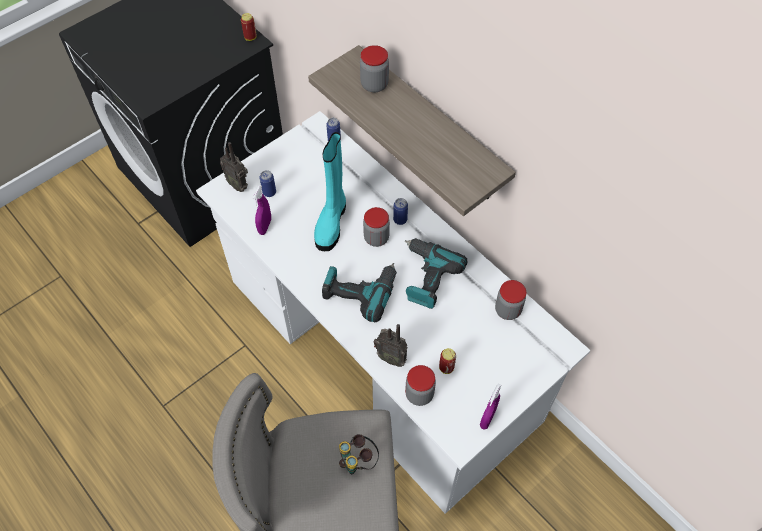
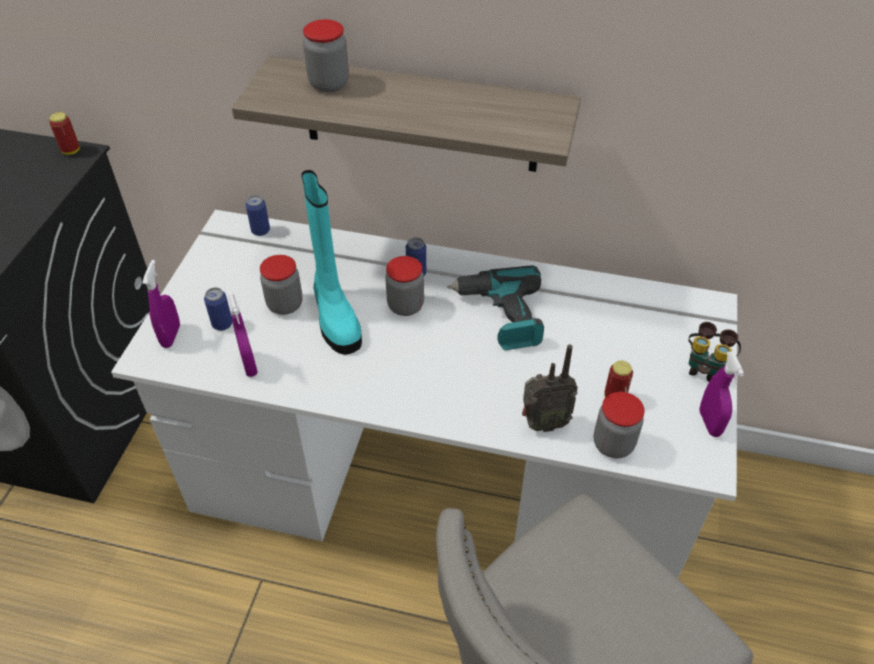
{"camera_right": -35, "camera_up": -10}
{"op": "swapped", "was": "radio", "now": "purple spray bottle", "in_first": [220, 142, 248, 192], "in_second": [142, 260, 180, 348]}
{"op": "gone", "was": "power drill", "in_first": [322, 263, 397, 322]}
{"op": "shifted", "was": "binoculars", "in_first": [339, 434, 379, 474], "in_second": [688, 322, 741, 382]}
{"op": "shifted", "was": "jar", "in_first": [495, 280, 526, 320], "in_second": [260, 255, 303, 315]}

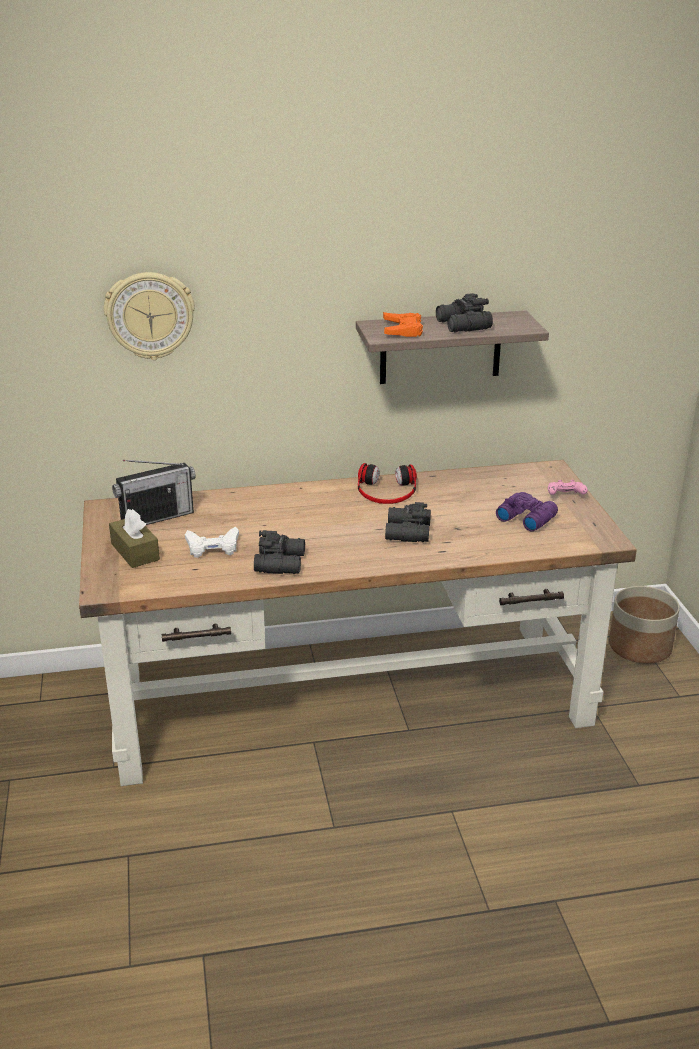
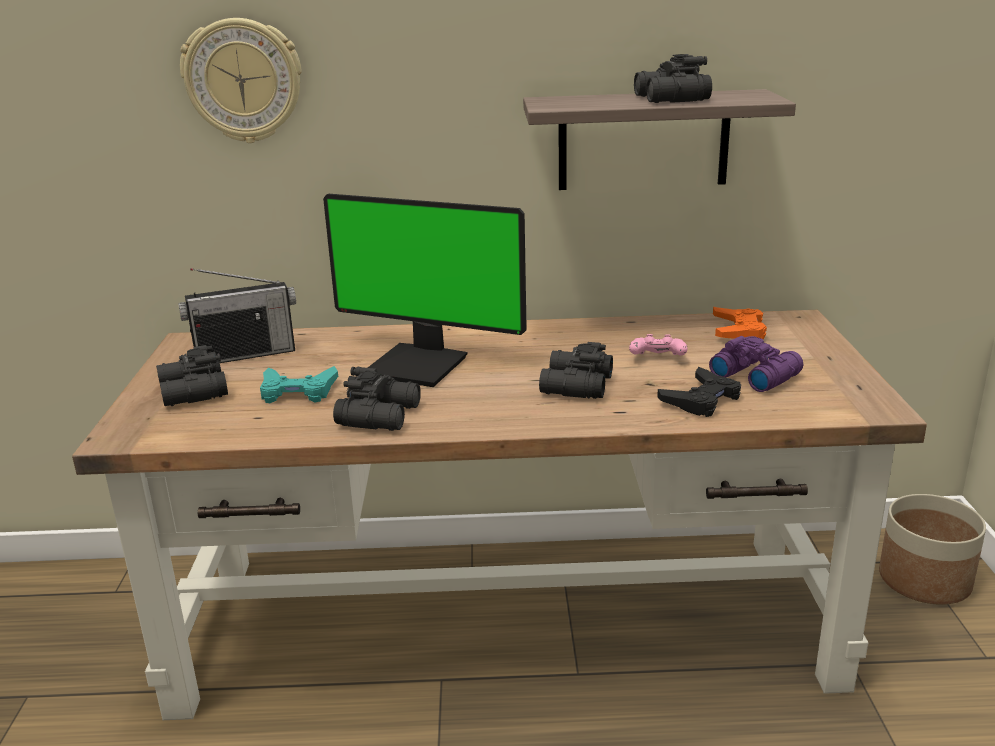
{"camera_right": 10, "camera_up": -5}
{"op": "swapped", "was": "brown tissue box", "now": "black binoculars", "in_first": [109, 509, 160, 568], "in_second": [156, 345, 228, 406]}
{"op": "repainted", "was": "white game controller", "now": "turquoise game controller", "in_first": [185, 527, 239, 558], "in_second": [260, 366, 338, 403]}
{"op": "gone", "was": "headphones", "in_first": [358, 463, 417, 504]}
{"op": "shifted", "was": "orange game controller", "in_first": [383, 312, 423, 337], "in_second": [713, 307, 767, 339]}
{"op": "shifted", "was": "pink game controller", "in_first": [548, 480, 588, 495], "in_second": [629, 334, 687, 356]}
{"op": "new", "now": "monitor", "in_second": [323, 194, 527, 387]}
{"op": "new", "now": "black game controller", "in_second": [657, 367, 741, 417]}

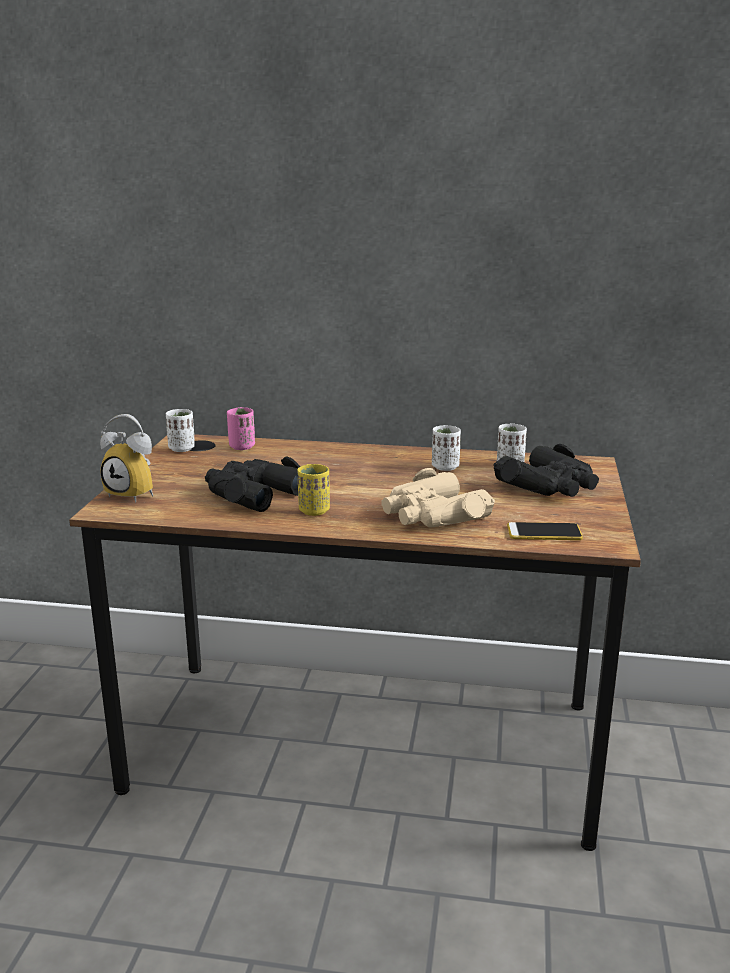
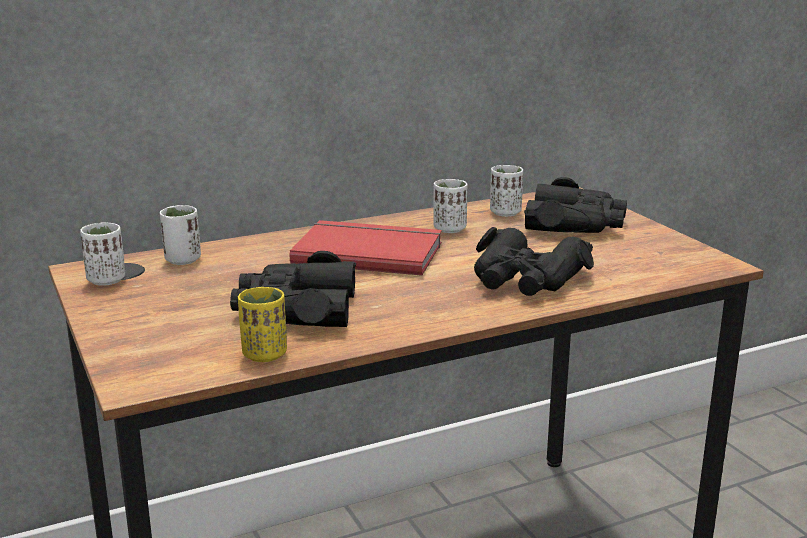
{"camera_right": -35, "camera_up": 0}
{"op": "gone", "was": "alarm clock", "in_first": [100, 414, 153, 503]}
{"op": "repainted", "was": "pink cup", "now": "white cup", "in_first": [227, 407, 255, 450], "in_second": [160, 205, 201, 265]}
{"op": "shifted", "was": "yellow cup", "in_first": [298, 464, 330, 516], "in_second": [238, 287, 287, 362]}
{"op": "repainted", "was": "beige binoculars", "now": "black binoculars", "in_first": [382, 468, 495, 528], "in_second": [474, 227, 594, 296]}
{"op": "gone", "was": "phone", "in_first": [507, 522, 583, 540]}
{"op": "new", "now": "red book", "in_second": [290, 220, 442, 276]}

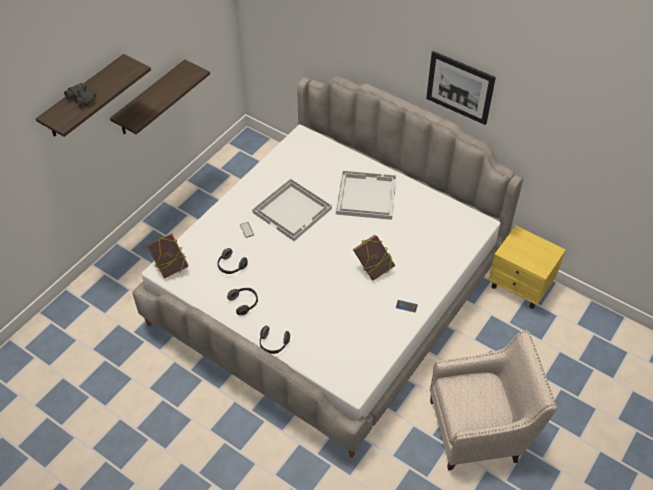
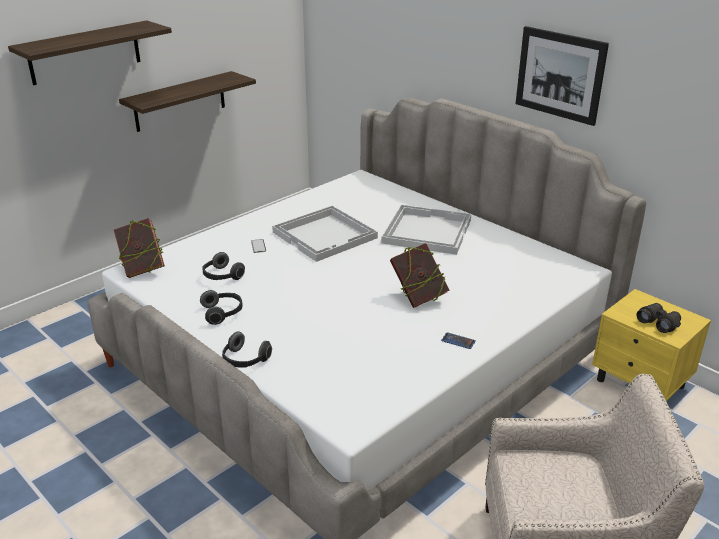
{"camera_right": 10, "camera_up": -20}
{"op": "shifted", "was": "black binoculars", "in_first": [64, 83, 96, 108], "in_second": [637, 303, 681, 333]}

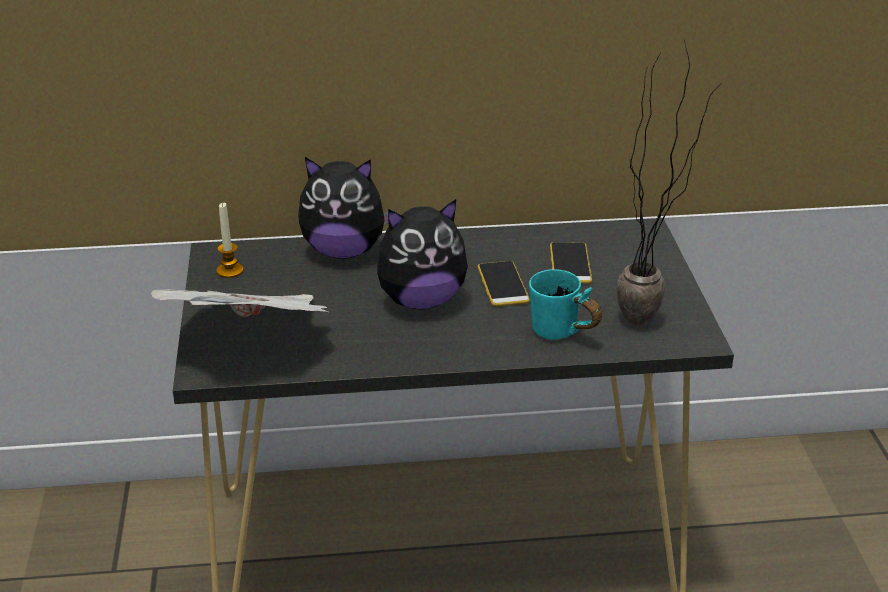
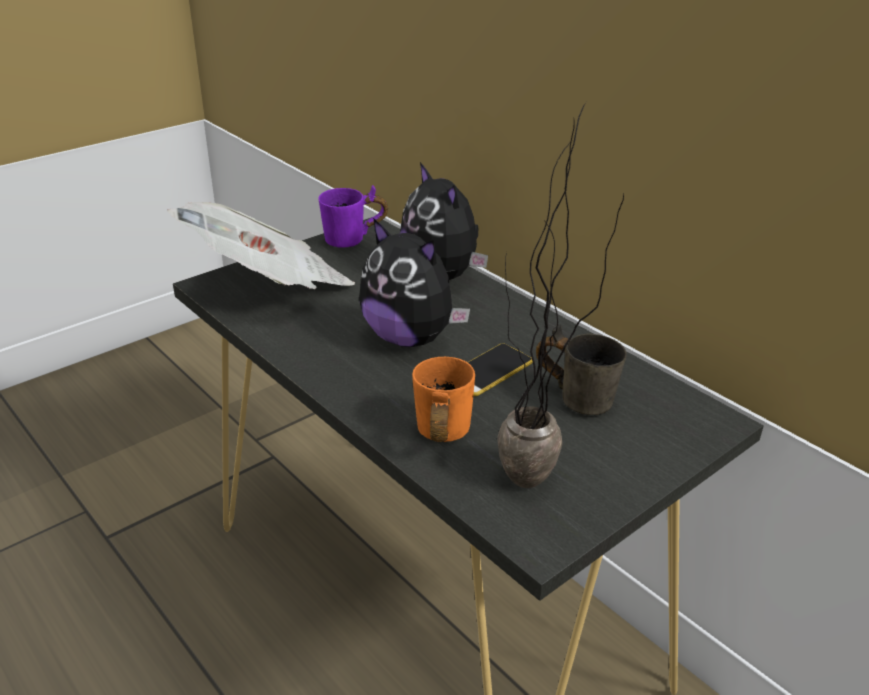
{"camera_right": 55, "camera_up": 0}
{"op": "swapped", "was": "candle", "now": "purple mug", "in_first": [217, 202, 243, 278], "in_second": [318, 185, 388, 248]}
{"op": "repainted", "was": "turquoise mug", "now": "orange mug", "in_first": [529, 269, 602, 340], "in_second": [412, 357, 475, 442]}
{"op": "swapped", "was": "phone", "now": "grey mug", "in_first": [550, 242, 592, 284], "in_second": [536, 325, 627, 415]}

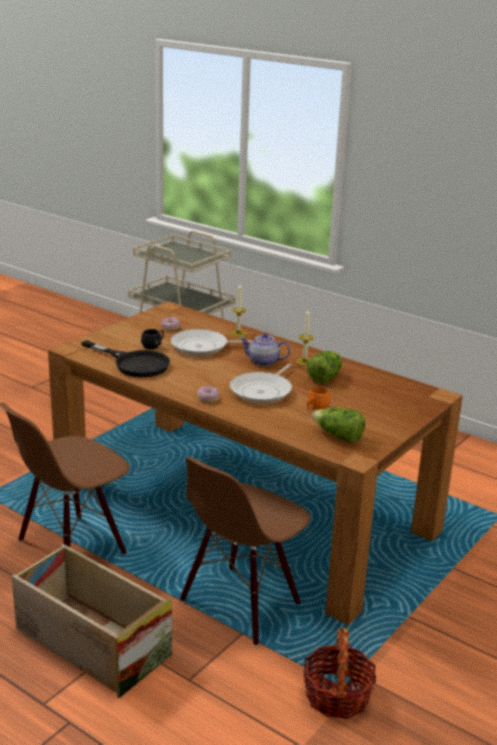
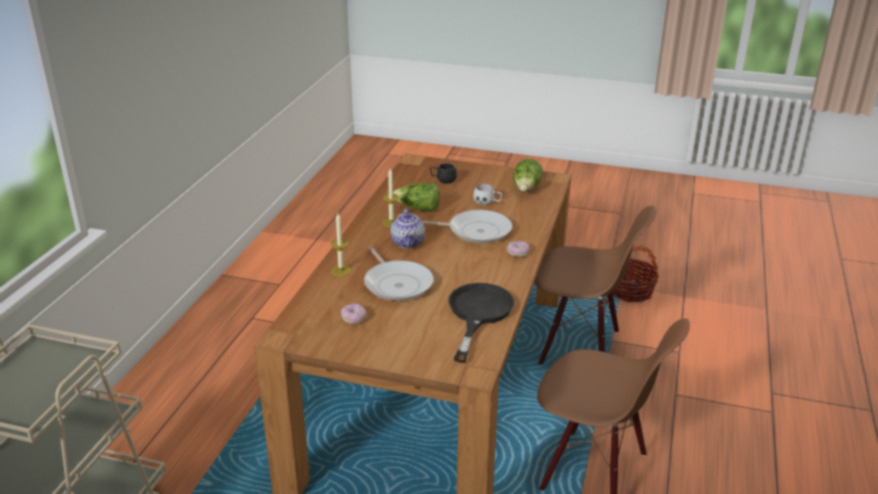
{"camera_right": -110, "camera_up": 5}
{"op": "gone", "was": "crate", "in_first": [11, 544, 172, 698]}
{"op": "shifted", "was": "black mug", "in_first": [141, 329, 164, 349], "in_second": [430, 163, 457, 184]}
{"op": "repainted", "was": "orange mug", "now": "white mug", "in_first": [307, 386, 330, 410], "in_second": [473, 184, 502, 205]}

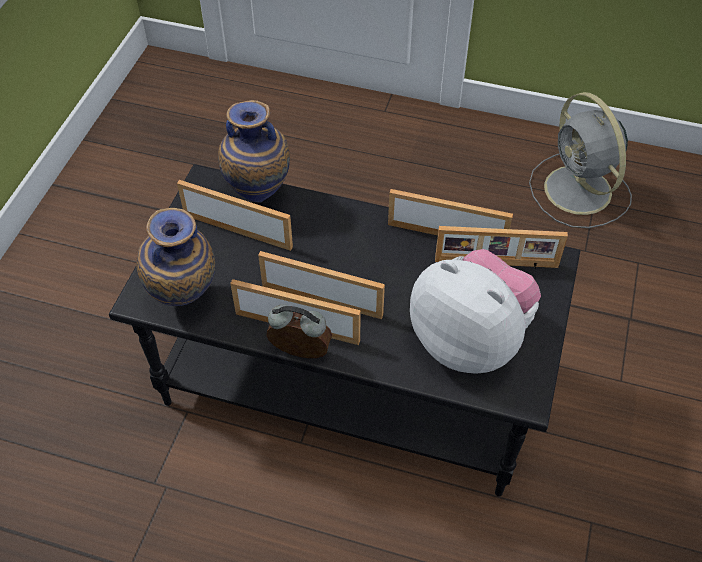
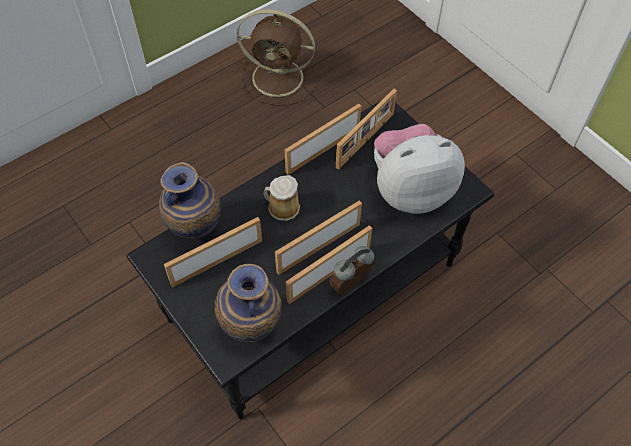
{"camera_right": -55, "camera_up": 5}
{"op": "repainted", "was": "grey fan", "now": "brown fan", "in_first": [529, 92, 632, 228], "in_second": [237, 9, 317, 106]}
{"op": "new", "now": "mug", "in_second": [263, 175, 300, 221]}

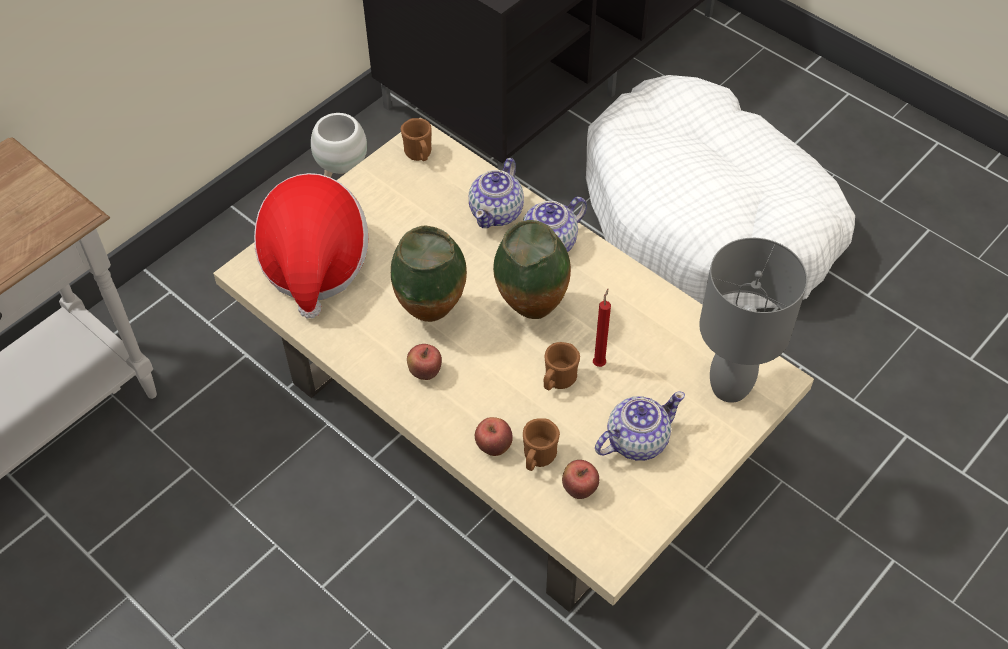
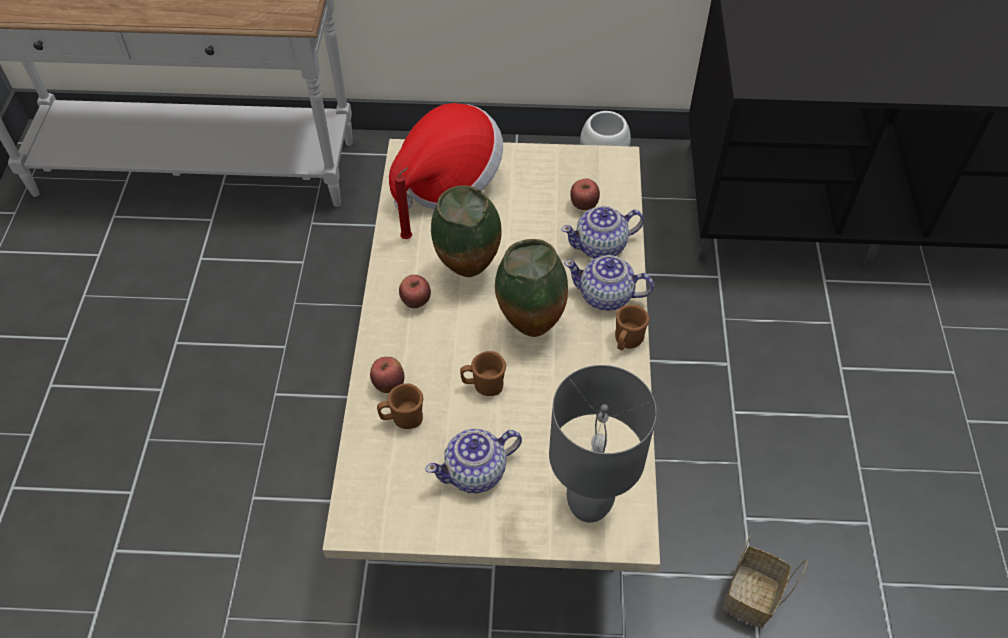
{"camera_right": 50, "camera_up": 0}
{"op": "shifted", "was": "brown mug", "in_first": [401, 118, 432, 161], "in_second": [615, 305, 650, 350]}
{"op": "shifted", "was": "apple", "in_first": [562, 460, 599, 499], "in_second": [570, 178, 600, 210]}
{"op": "gone", "was": "white dog bed", "in_first": [586, 75, 855, 309]}
{"op": "shifted", "was": "red candle", "in_first": [593, 289, 611, 367], "in_second": [395, 167, 412, 239]}
{"op": "rotated", "was": "teapot", "in_first": [595, 391, 685, 461], "in_second": [425, 429, 522, 493], "clockwise": 135}
{"op": "new", "now": "basket", "in_second": [723, 534, 807, 628]}

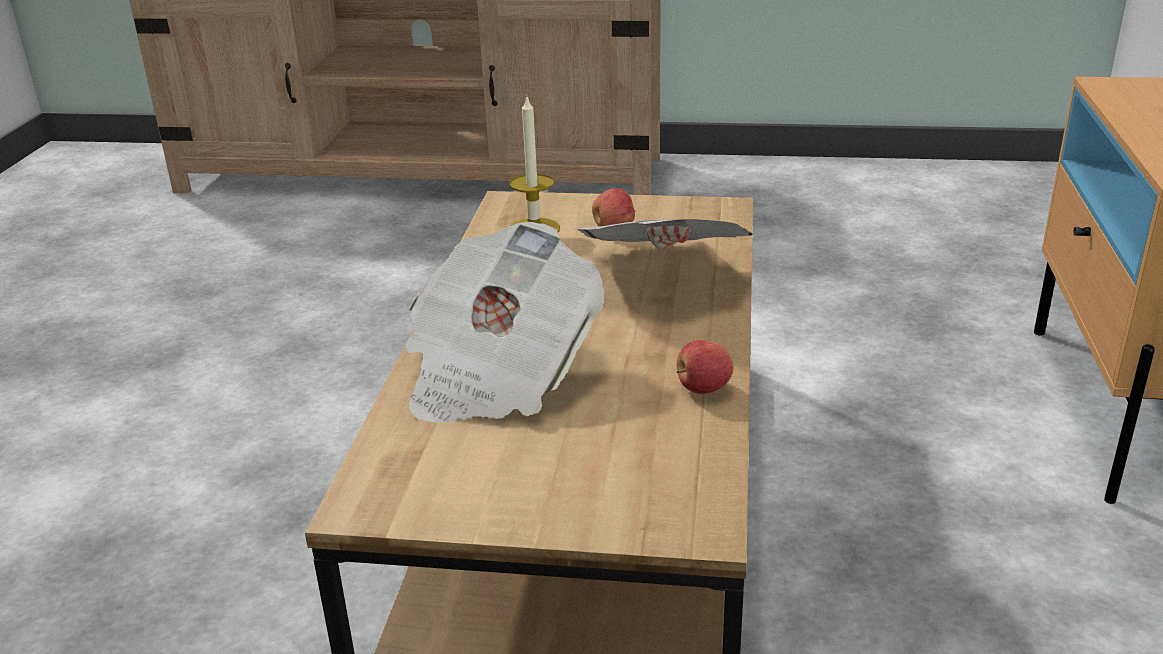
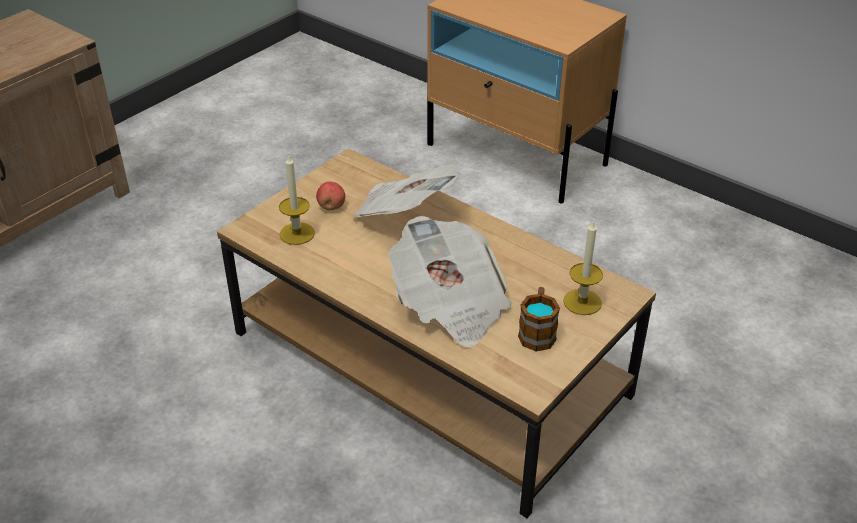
{"camera_right": -60, "camera_up": 10}
{"op": "gone", "was": "apple", "in_first": [677, 340, 734, 394]}
{"op": "new", "now": "mug", "in_second": [518, 287, 560, 351]}
{"op": "new", "now": "candle", "in_second": [563, 220, 603, 315]}

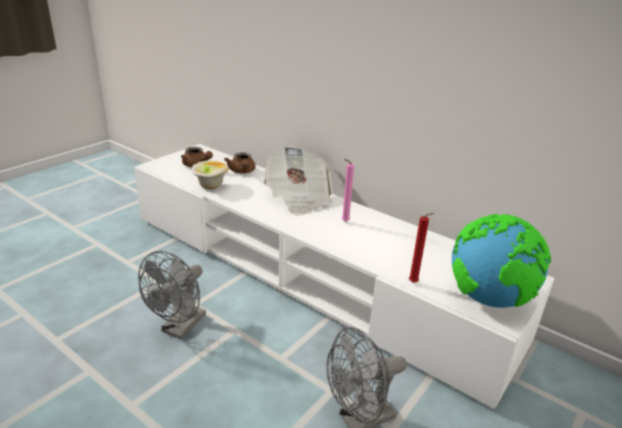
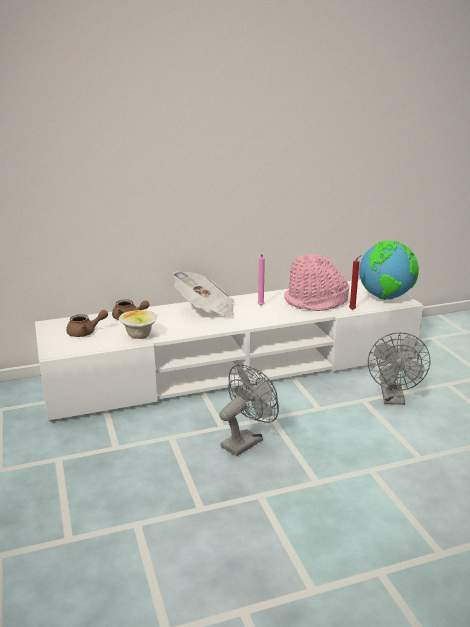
{"camera_right": -55, "camera_up": -5}
{"op": "rotated", "was": "grey fan", "in_first": [138, 251, 206, 339], "in_second": [219, 364, 279, 456], "clockwise": -105}
{"op": "new", "now": "pink hat", "in_second": [284, 254, 349, 311]}

